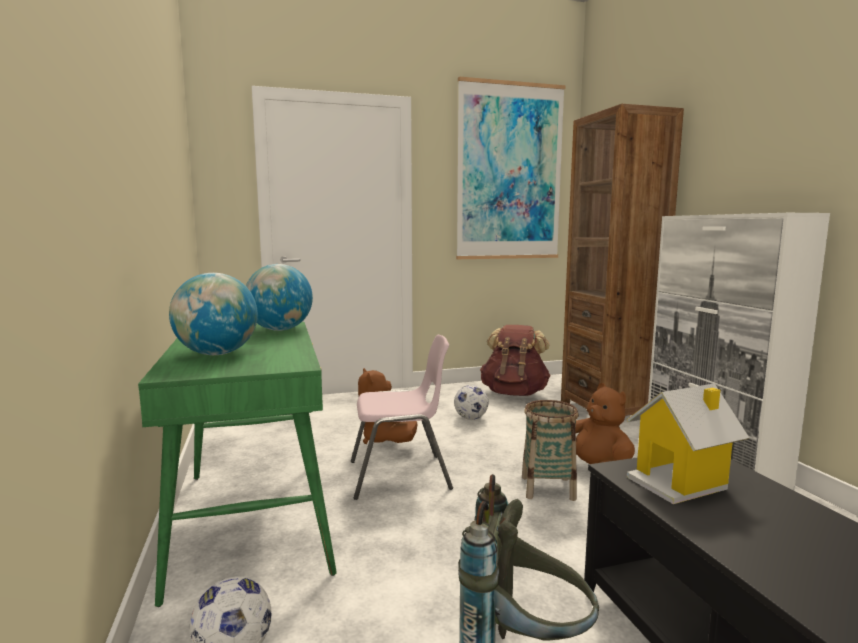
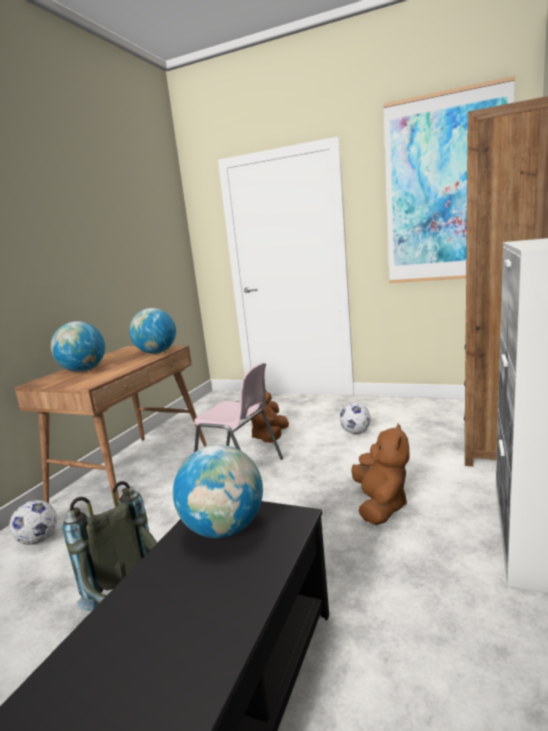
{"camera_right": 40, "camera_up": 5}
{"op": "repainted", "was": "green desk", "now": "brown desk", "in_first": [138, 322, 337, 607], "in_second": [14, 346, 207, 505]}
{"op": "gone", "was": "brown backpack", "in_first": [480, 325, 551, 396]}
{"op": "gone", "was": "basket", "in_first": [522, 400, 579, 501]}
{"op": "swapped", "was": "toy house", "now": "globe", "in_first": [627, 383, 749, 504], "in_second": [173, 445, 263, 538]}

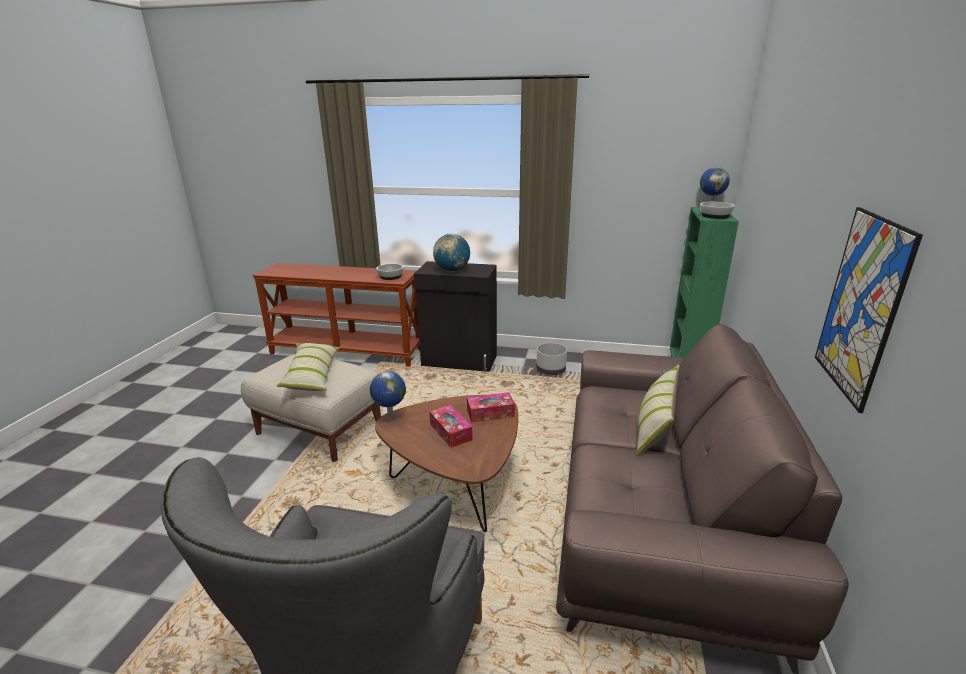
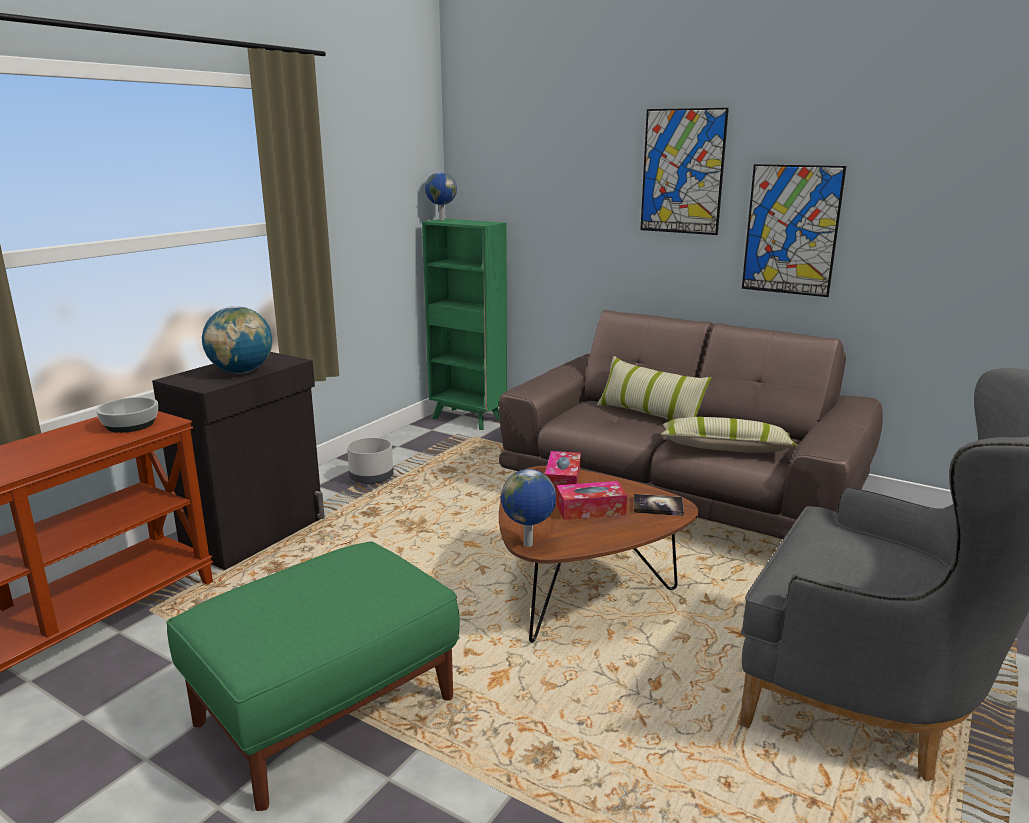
{"camera_right": -70, "camera_up": -5}
{"op": "repainted", "was": "beige ottoman", "now": "green ottoman", "in_first": [241, 354, 381, 462], "in_second": [166, 541, 460, 811]}
{"op": "shifted", "was": "pillow", "in_first": [277, 343, 339, 391], "in_second": [661, 417, 797, 453]}
{"op": "gone", "was": "bowl", "in_first": [700, 202, 735, 219]}
{"op": "new", "now": "book", "in_second": [634, 494, 684, 516]}
{"op": "new", "now": "picture", "in_second": [640, 108, 729, 235]}

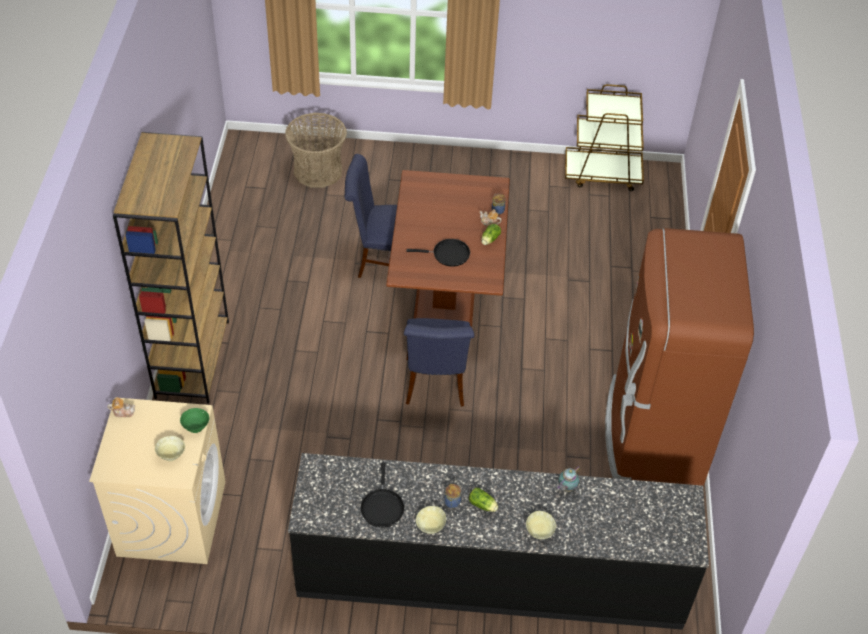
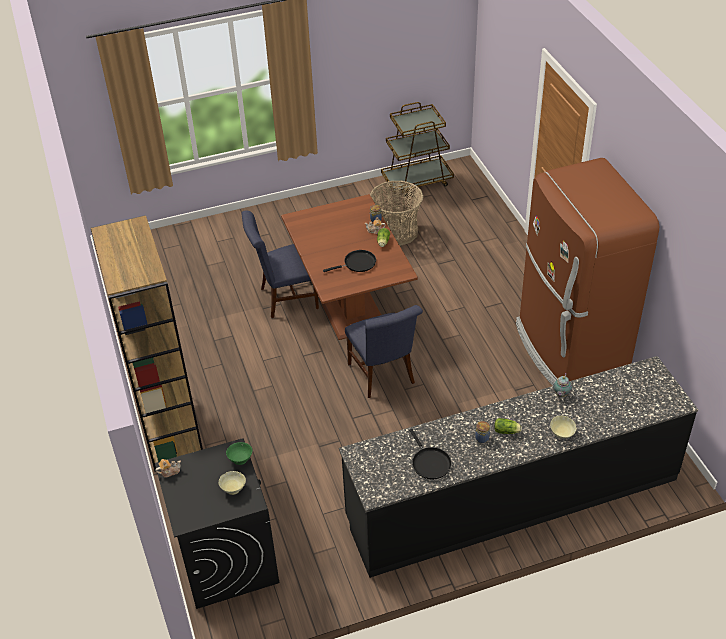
{"camera_right": -20, "camera_up": -5}
{"op": "repainted", "was": "beige washing machine", "now": "black washing machine", "in_first": [89, 397, 226, 564], "in_second": [155, 438, 279, 609]}
{"op": "shifted", "was": "basket", "in_first": [285, 113, 347, 188], "in_second": [370, 180, 423, 246]}
{"op": "gone", "was": "beige bowl", "in_first": [416, 506, 446, 534]}

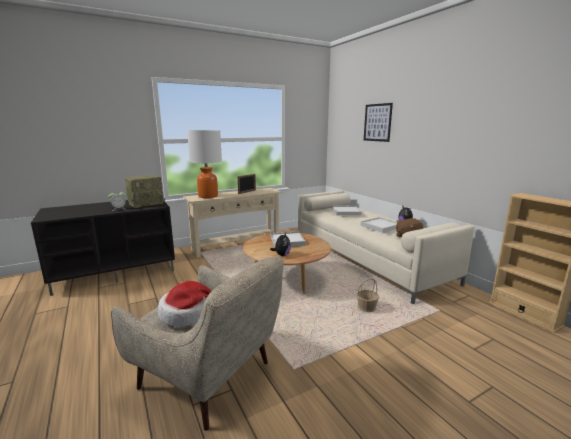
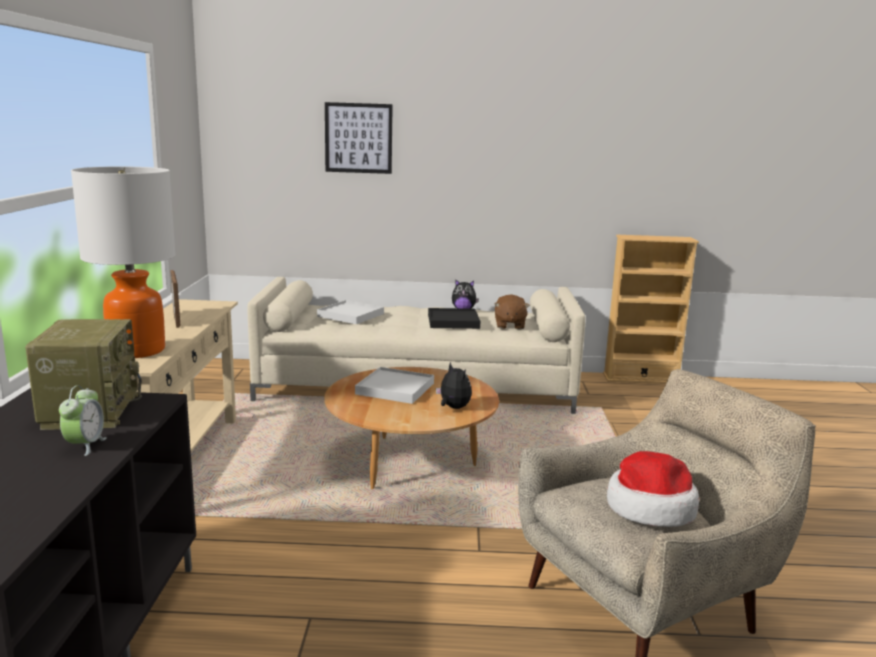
{"camera_right": -60, "camera_up": 0}
{"op": "gone", "was": "basket", "in_first": [356, 278, 380, 312]}
{"op": "repainted", "was": "white tray", "now": "black tray", "in_first": [361, 217, 397, 233], "in_second": [428, 308, 480, 329]}

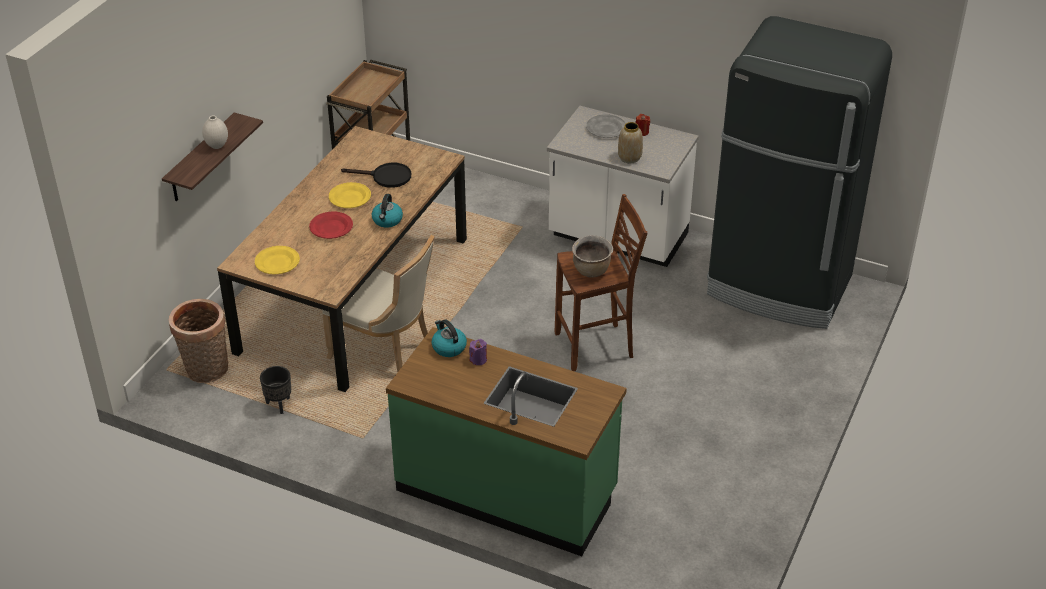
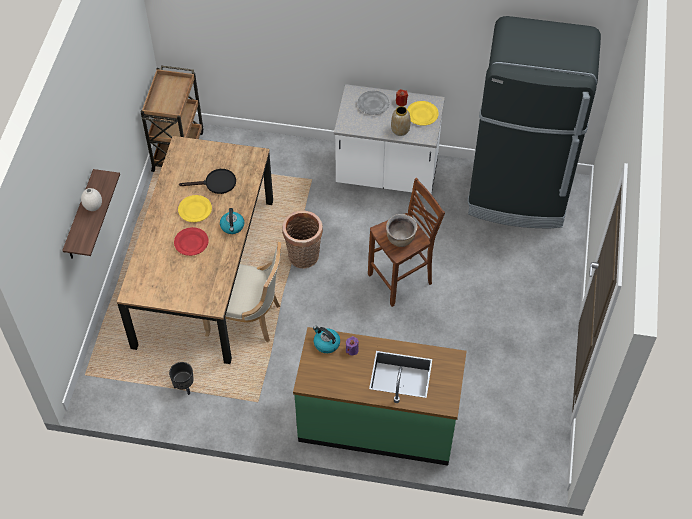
{"camera_right": -15, "camera_up": 15}
{"op": "shifted", "was": "basket", "in_first": [169, 299, 229, 383], "in_second": [282, 210, 323, 269]}
{"op": "shifted", "was": "yellow plate", "in_first": [255, 246, 300, 274], "in_second": [407, 101, 439, 126]}

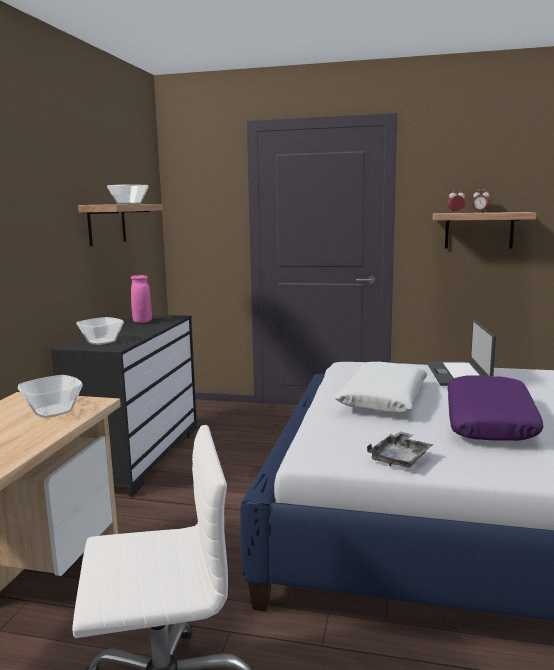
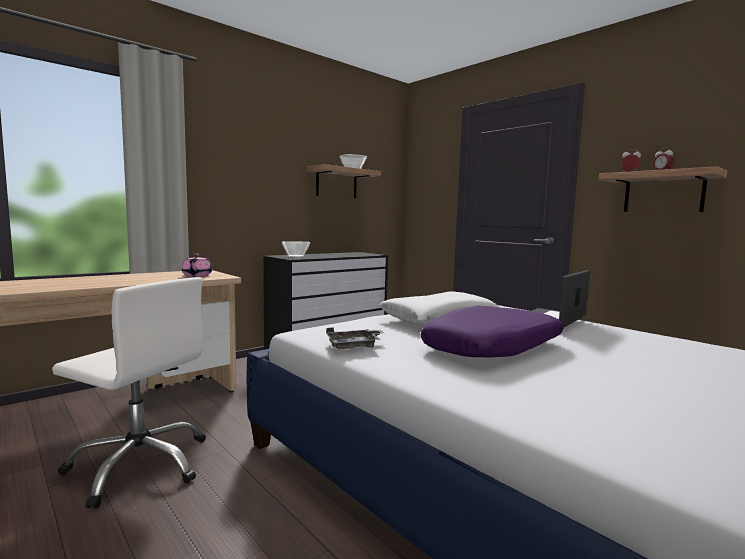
{"camera_right": 35, "camera_up": -5}
{"op": "swapped", "was": "bowl", "now": "pink teapot", "in_first": [18, 375, 83, 418], "in_second": [182, 254, 212, 277]}
{"op": "gone", "was": "pink vase", "in_first": [131, 275, 152, 323]}

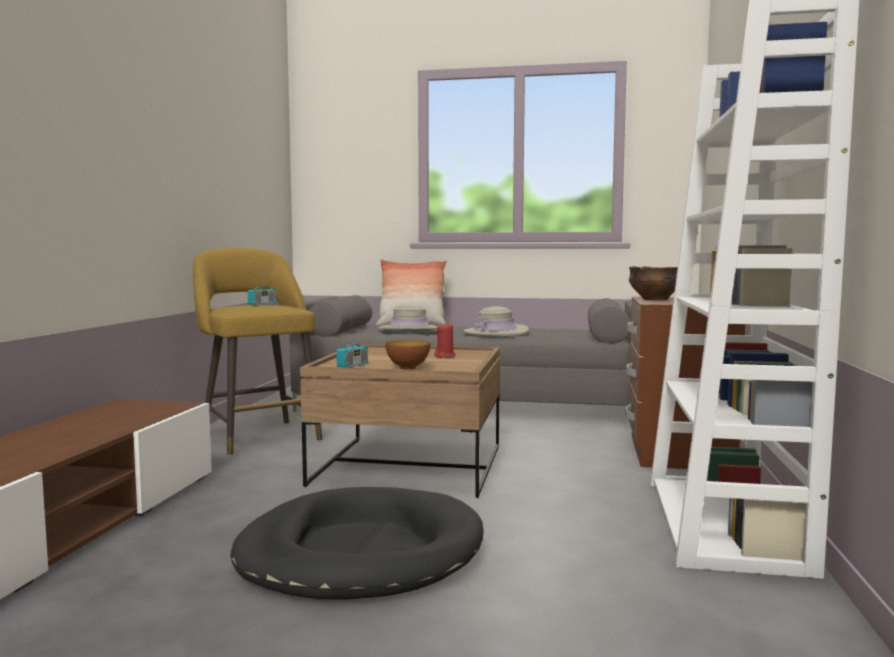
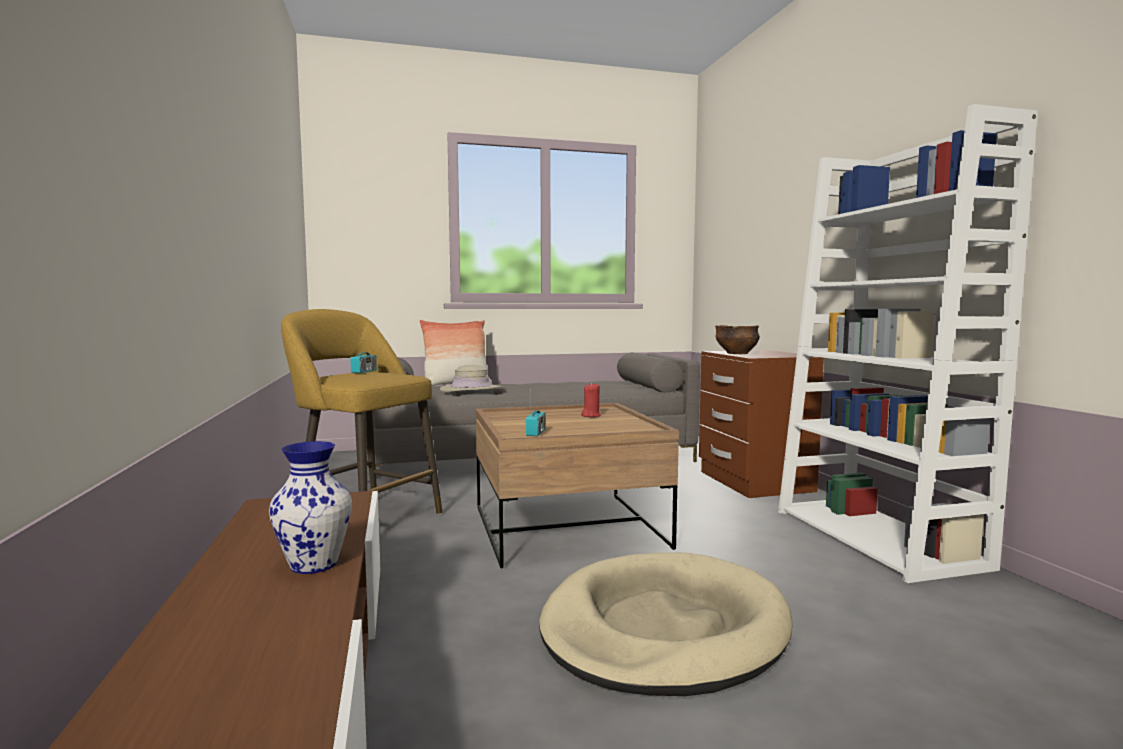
{"camera_right": -25, "camera_up": 0}
{"op": "repainted", "was": "black dog bed", "now": "beige dog bed", "in_first": [230, 487, 484, 600], "in_second": [539, 552, 793, 696]}
{"op": "gone", "was": "bowl", "in_first": [385, 340, 431, 370]}
{"op": "gone", "was": "beige hat", "in_first": [463, 306, 529, 336]}
{"op": "new", "now": "vase", "in_second": [269, 441, 352, 574]}

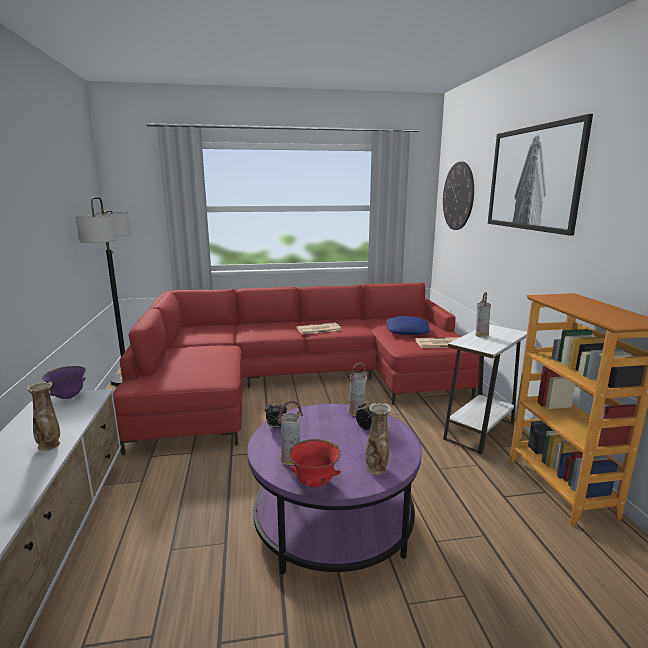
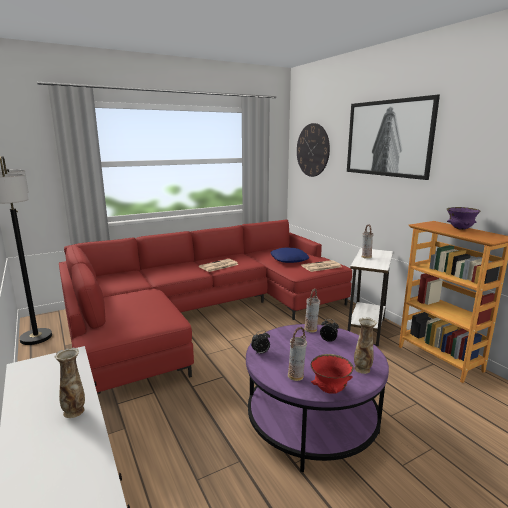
{"camera_right": -20, "camera_up": 0}
{"op": "shifted", "was": "purple bowl", "in_first": [42, 366, 86, 399], "in_second": [447, 207, 481, 230]}

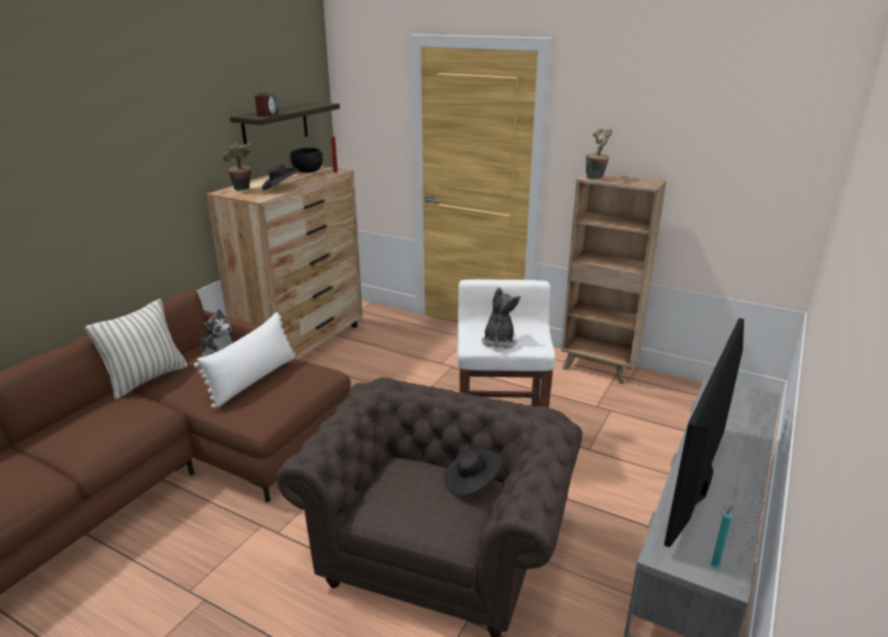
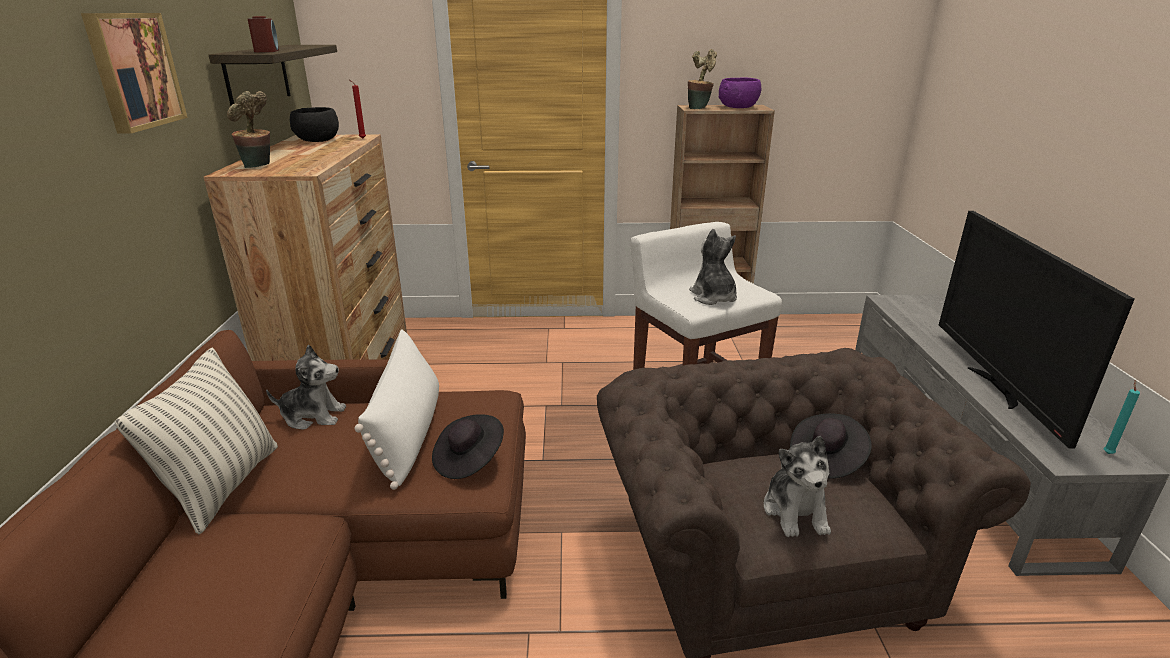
{"camera_right": -30, "camera_up": 0}
{"op": "shifted", "was": "black hat", "in_first": [262, 164, 298, 190], "in_second": [432, 414, 504, 479]}
{"op": "new", "now": "picture", "in_second": [81, 13, 188, 134]}
{"op": "new", "now": "purple bowl", "in_second": [719, 78, 761, 108]}
{"op": "new", "now": "plush toy", "in_second": [764, 436, 831, 537]}

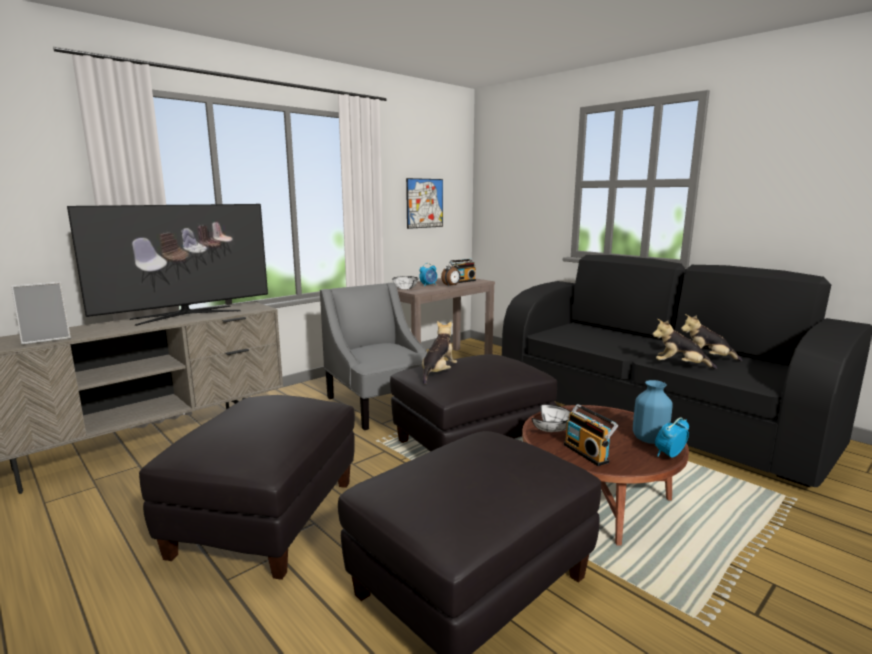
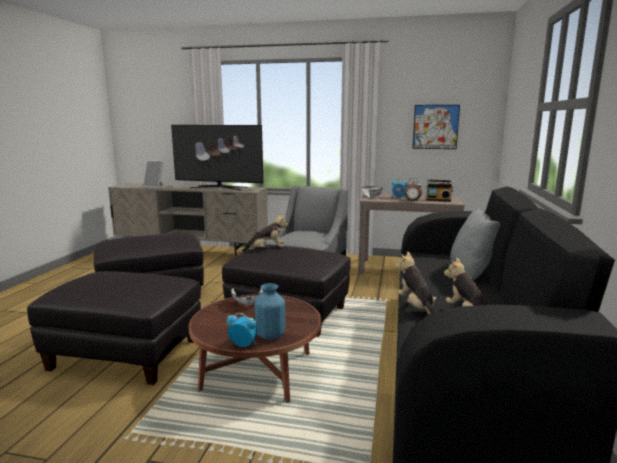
{"camera_right": 55, "camera_up": 0}
{"op": "gone", "was": "radio", "in_first": [564, 404, 618, 466]}
{"op": "new", "now": "grey pillow", "in_second": [450, 208, 500, 280]}

